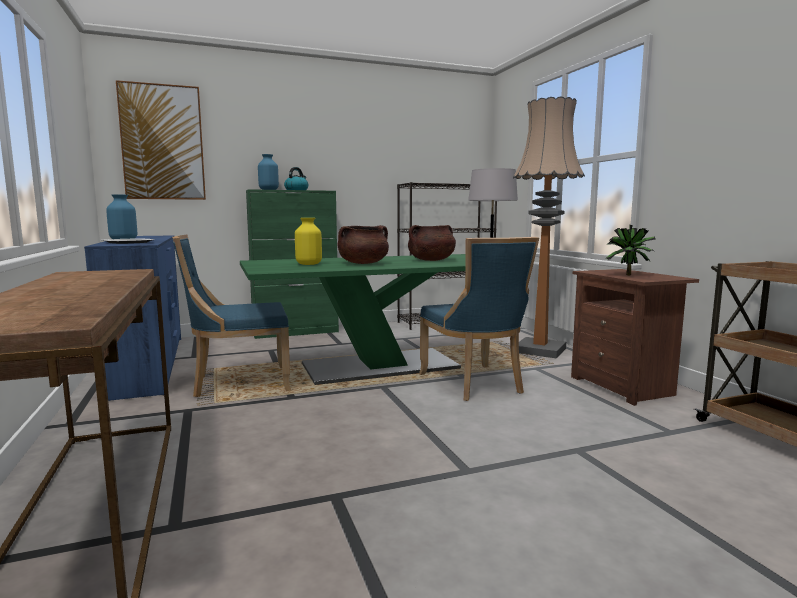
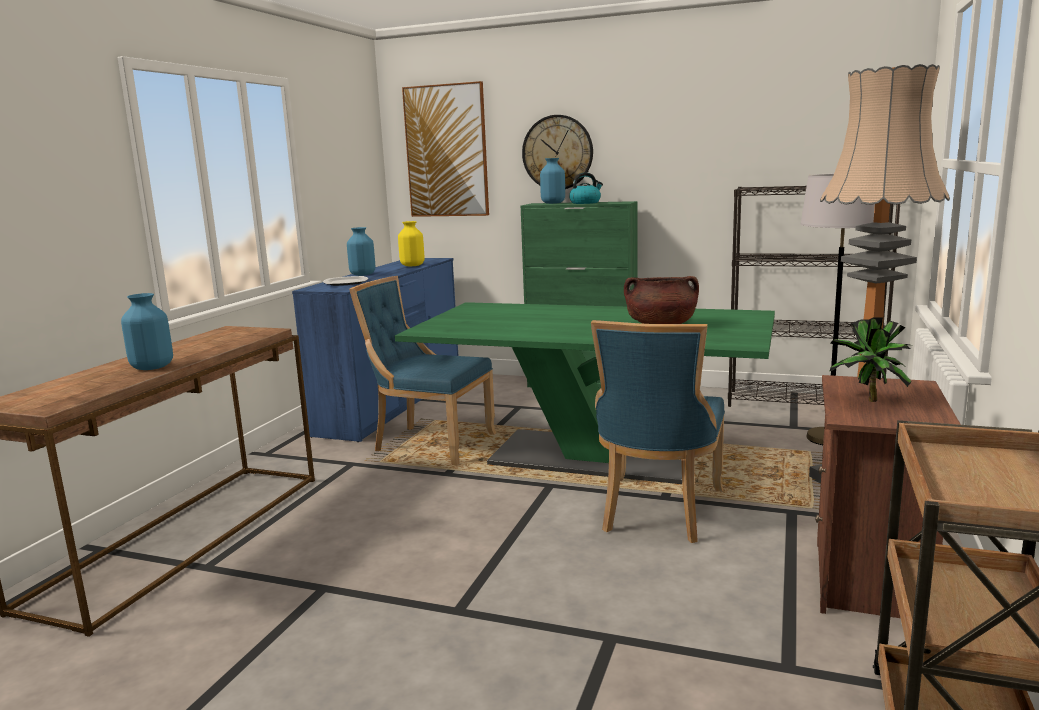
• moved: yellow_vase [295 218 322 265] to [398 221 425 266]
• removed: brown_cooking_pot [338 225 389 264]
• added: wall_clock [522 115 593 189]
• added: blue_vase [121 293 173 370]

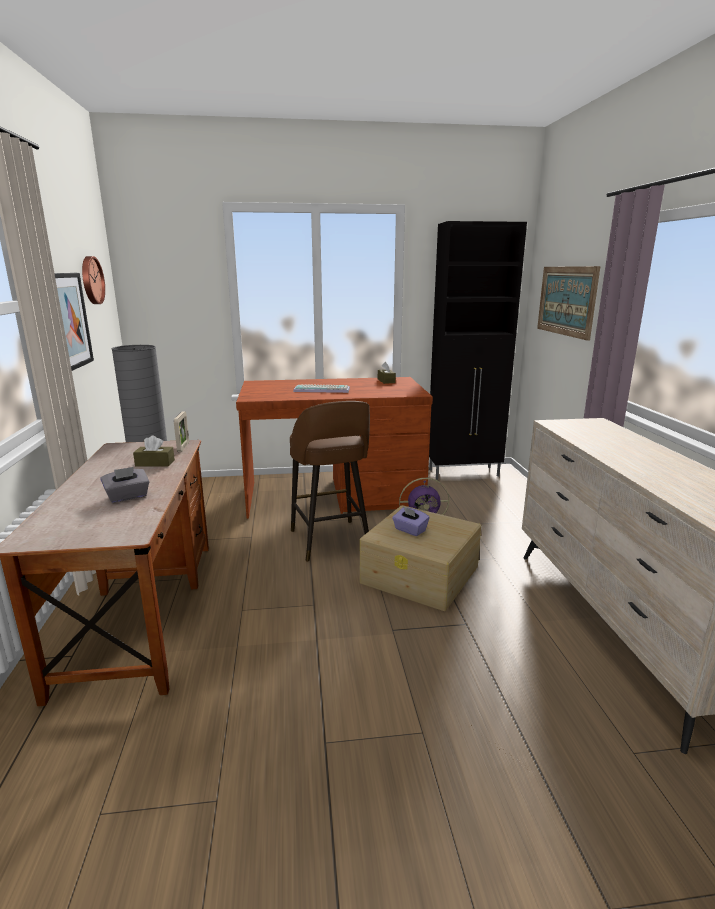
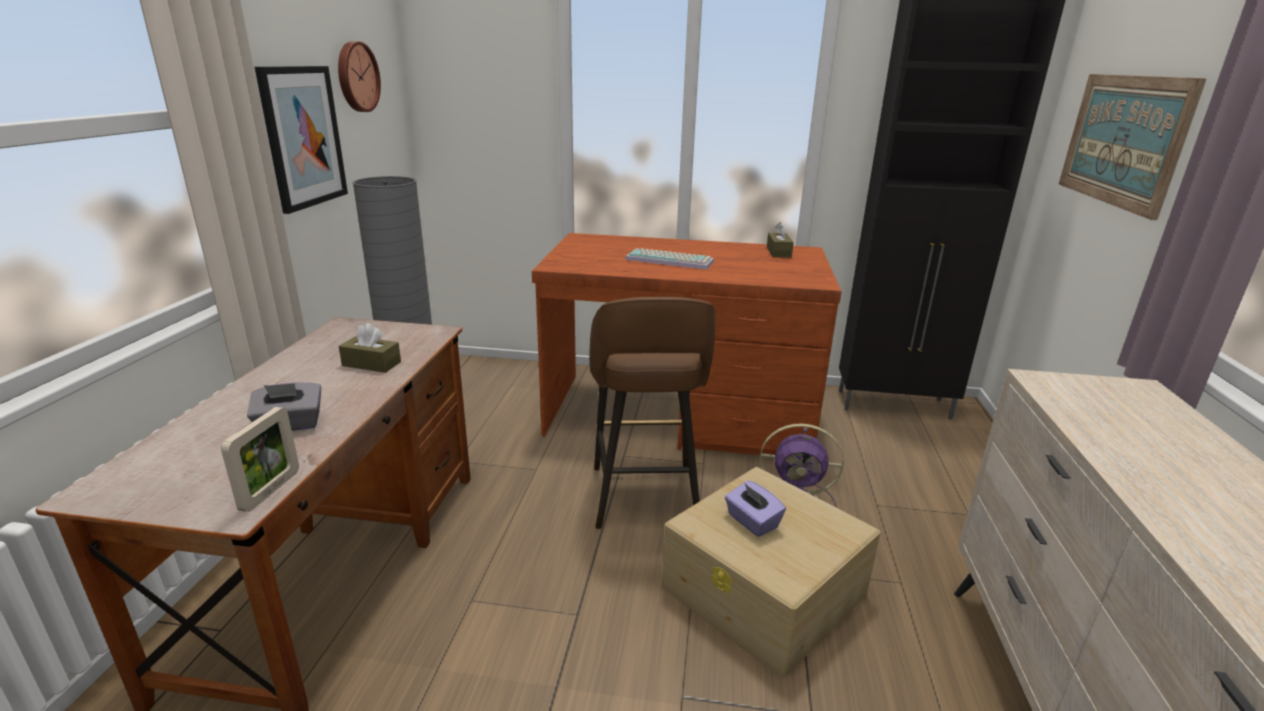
• moved: picture_frame [174 411 189 452] to [221 407 299 512]

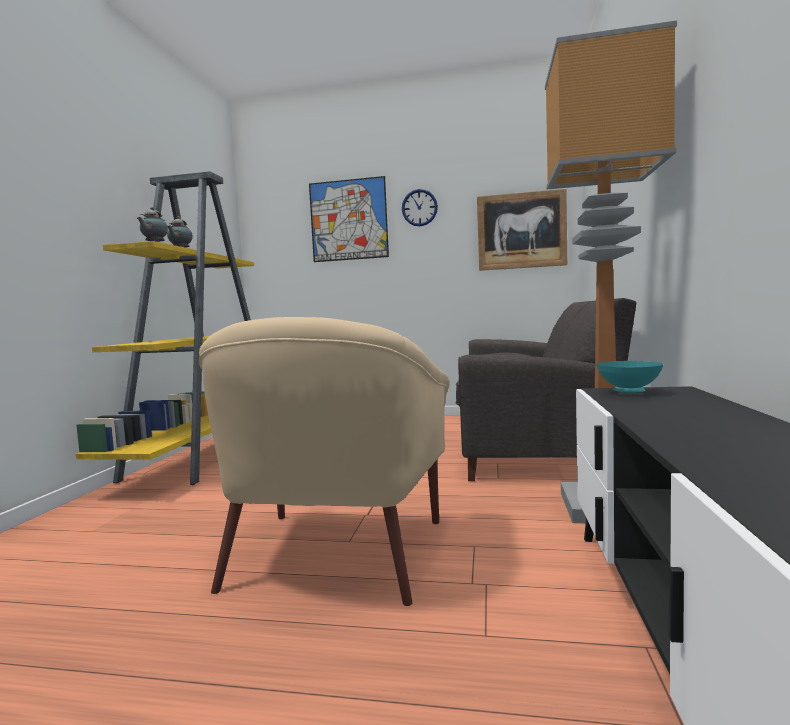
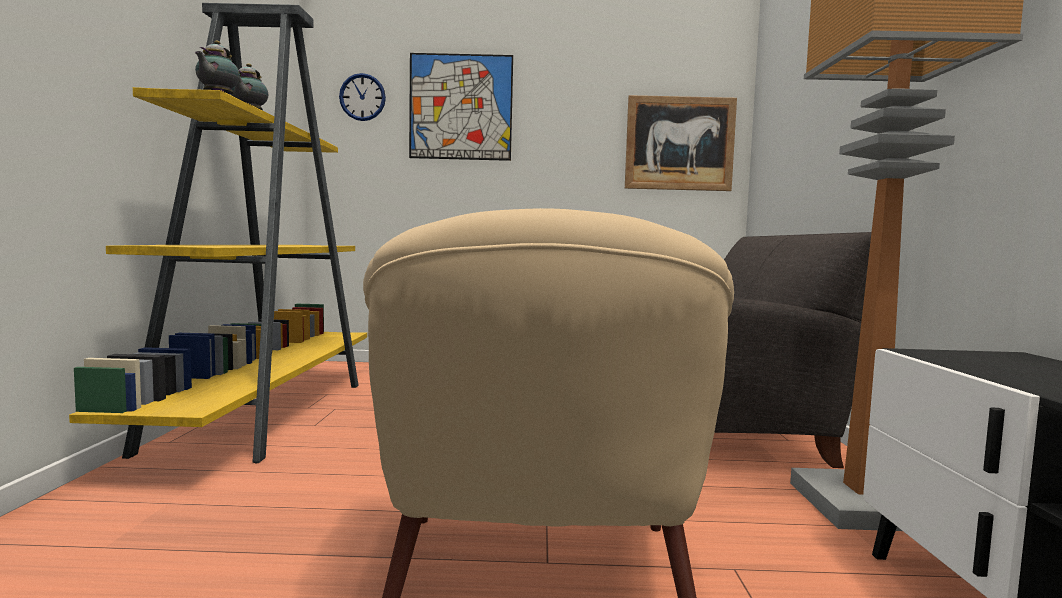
• moved: wall_clock [402 189 438 226] to [339 73 386 121]
• removed: turquoise_bowl [597 361 664 393]

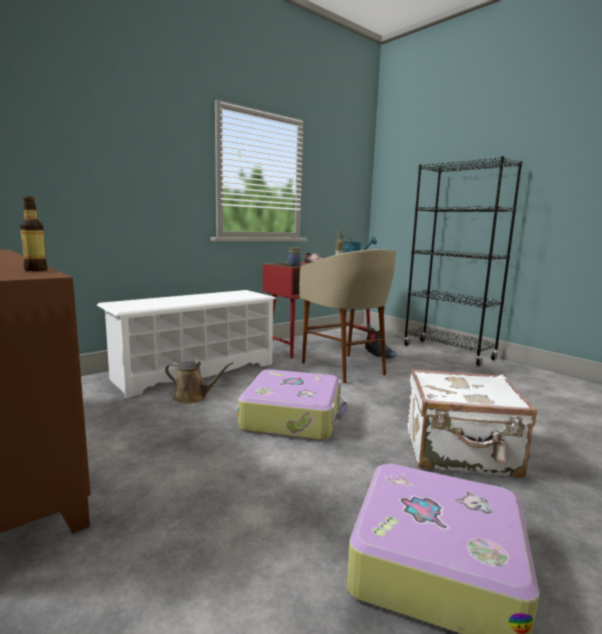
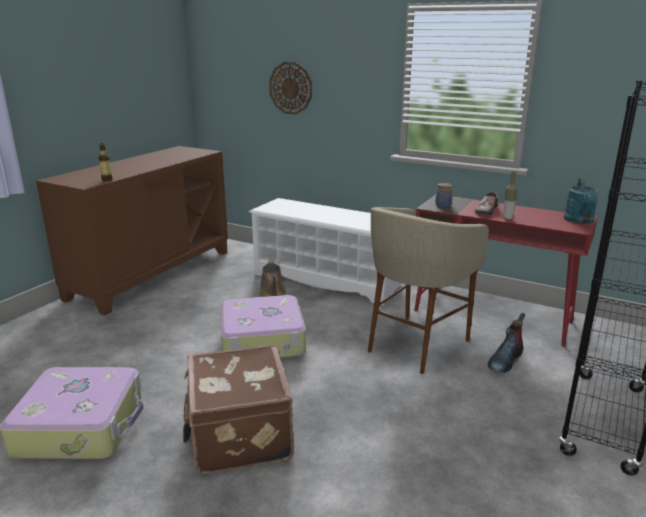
• recoloured: white_suitcase [407 369 537 478] to brown_suitcase [183 345 294 474]
• added: wall_clock [269 62 312 114]

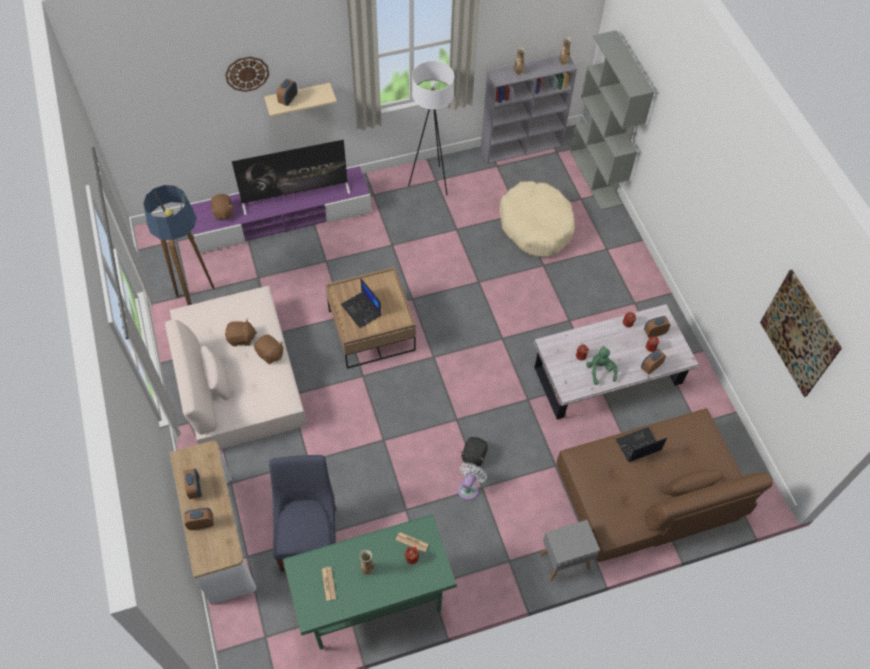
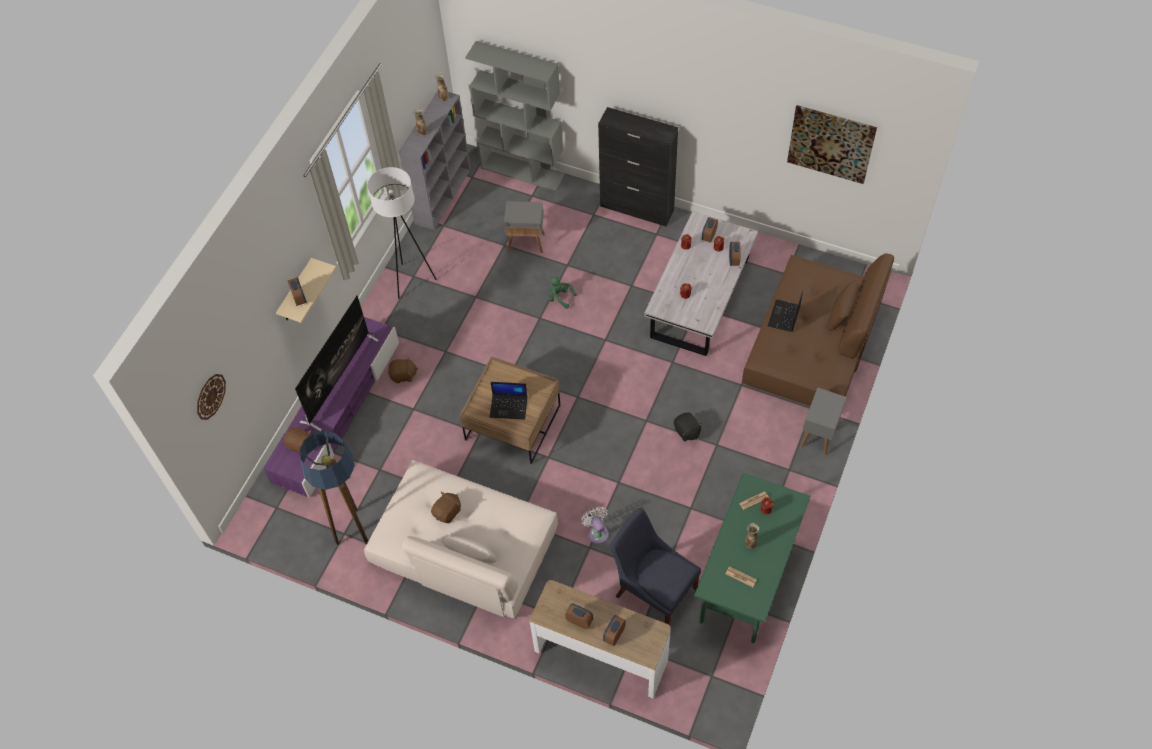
• moved: wall_clock [225 57 269 92] to [197 374 226 420]
• replaced: beige_dog_bed [499 181 575 257] to grey_side_table [504 201 545 253]
• moved: brown_plush_toy [254 334 283 365] to [388 356 418 383]
• moved: green_plush_toy [586 346 618 385] to [548 276 577 309]
• moved: white_fan [458 463 487 500] to [581 507 609 544]
• added: black_cabinet [598 107 678 226]

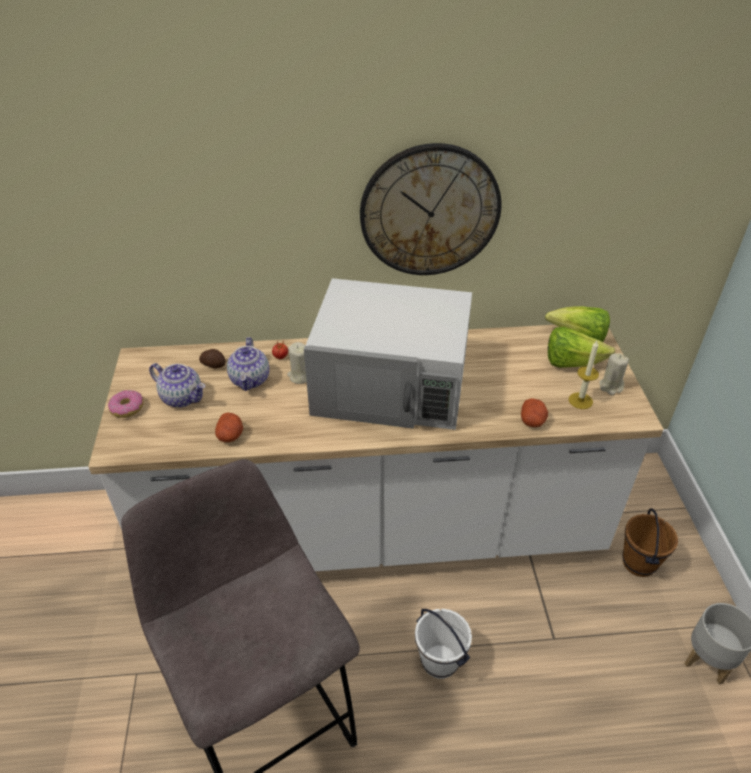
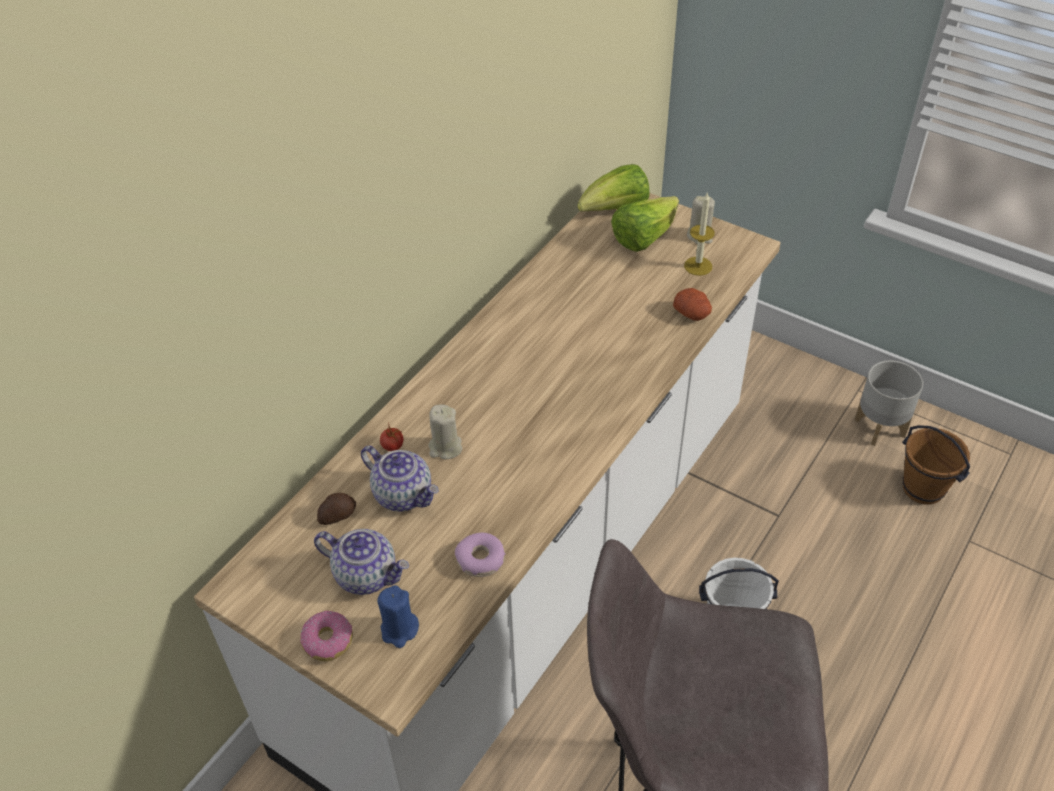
• removed: wall_clock [360 143 501 275]
• removed: white_microwave [304 278 472 430]
• turned: teapot [149 363 206 408] = [314 529 409 595] 45 degrees clockwise
• replaced: potato [215 412 243 442] to donut [455 533 505 577]
• moved: brown_bucket [622 508 678 577] to [902 425 970 505]
• added: blue_candle [377 585 419 648]

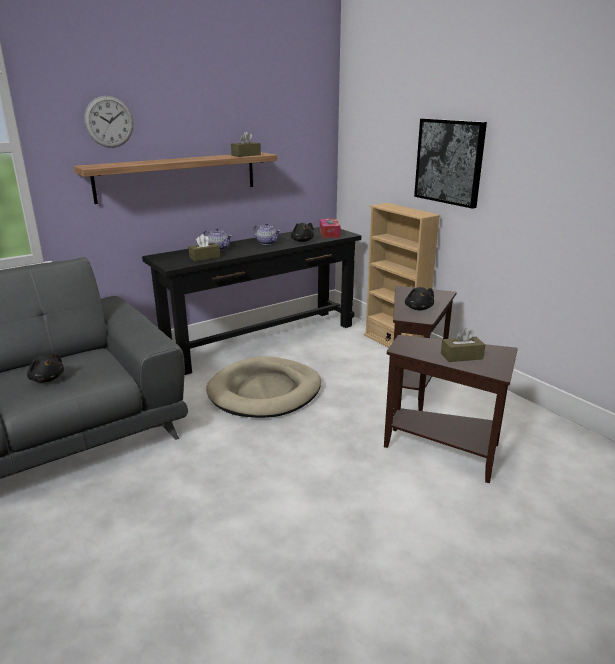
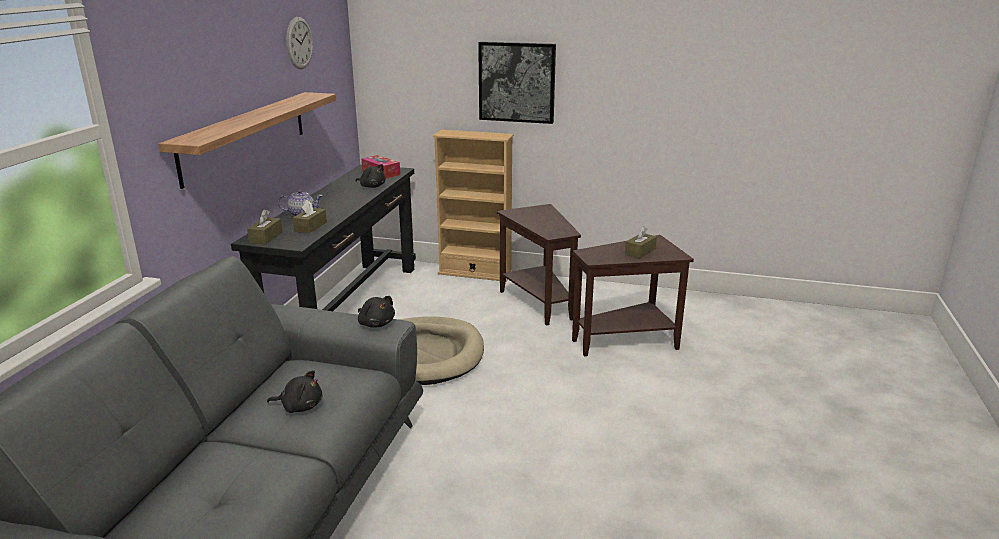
• moved: wall_clock [84 96 134 148] to [286 17 313 69]
• moved: brown_tissue_box [231 131 261 157] to [247 210 282 244]
• removed: teapot [253 223 280 245]
• moved: black_plush_toy [405 287 434 311] to [358 296 395 328]

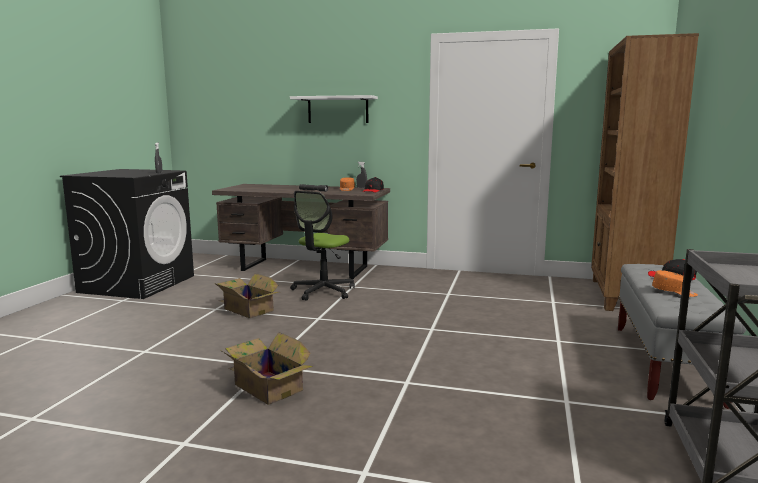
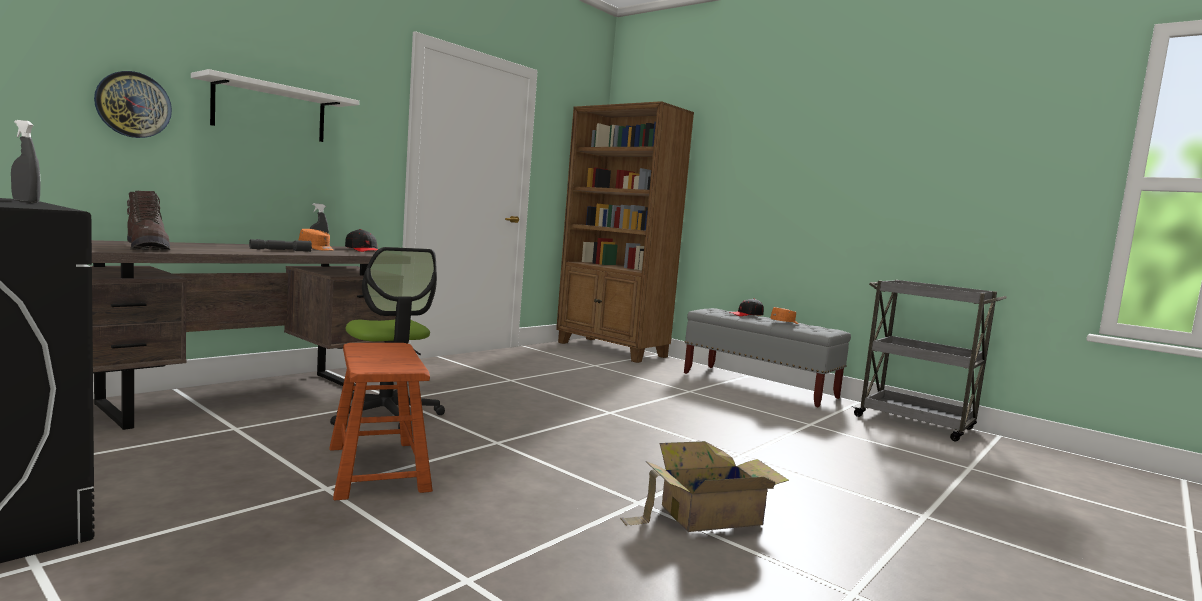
• replaced: cardboard_box [214 273 279 318] to brown_stool [329 343 433 500]
• added: wall_clock [94 71 172 138]
• added: brown_boot [127 191 170 250]

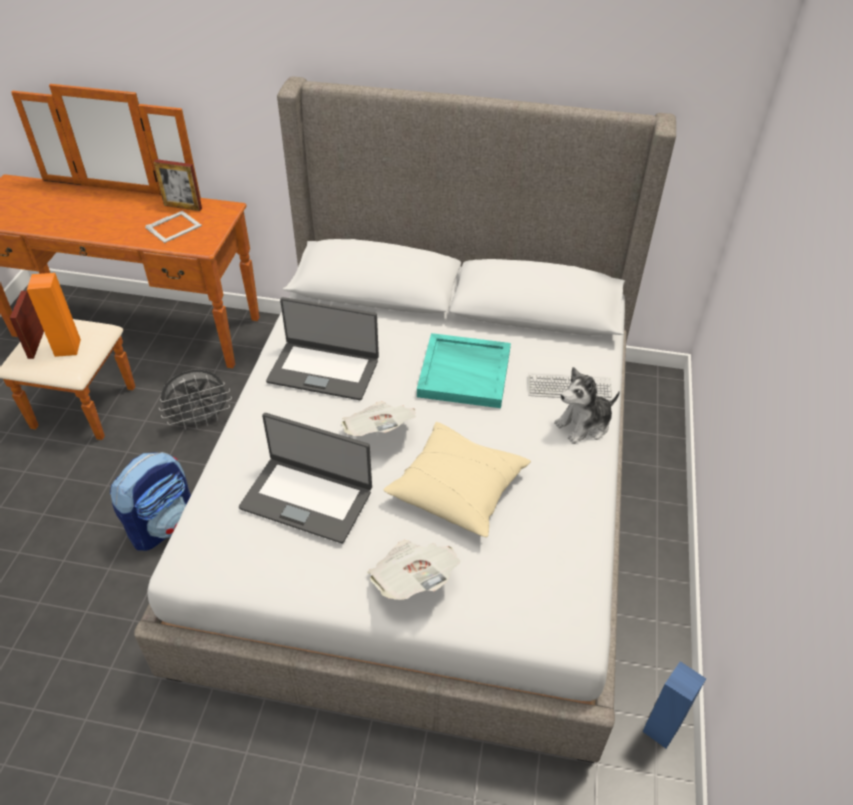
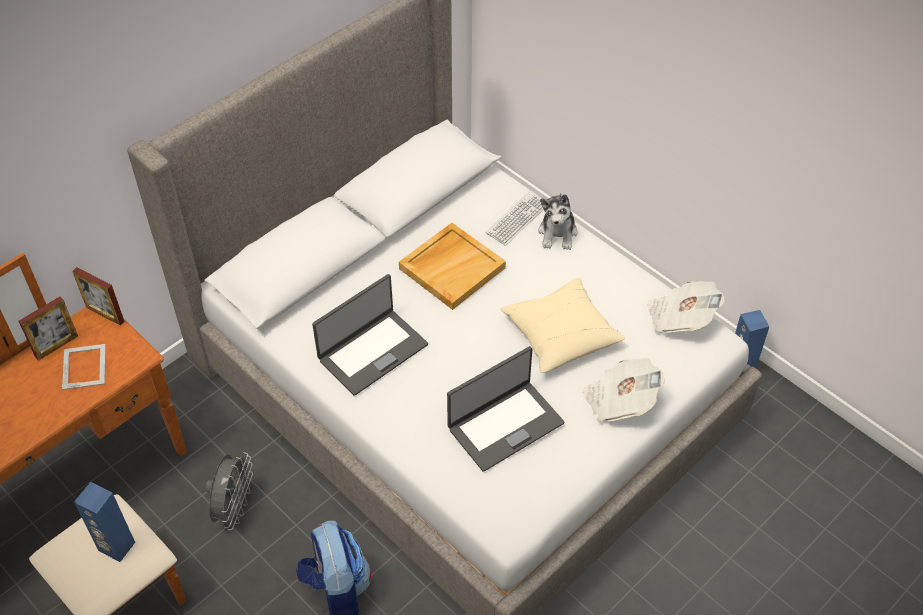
• recoloured: orange_speaker [27 273 81 357] to blue_speaker [74 482 135 562]
• moved: picture_frame [10 291 44 359] to [72 267 125 326]
• recoloured: turquoise_tray [417 333 511 408] to beige_tray [399 223 506 310]
• moved: newspaper [341 401 416 436] to [647 281 724 333]

